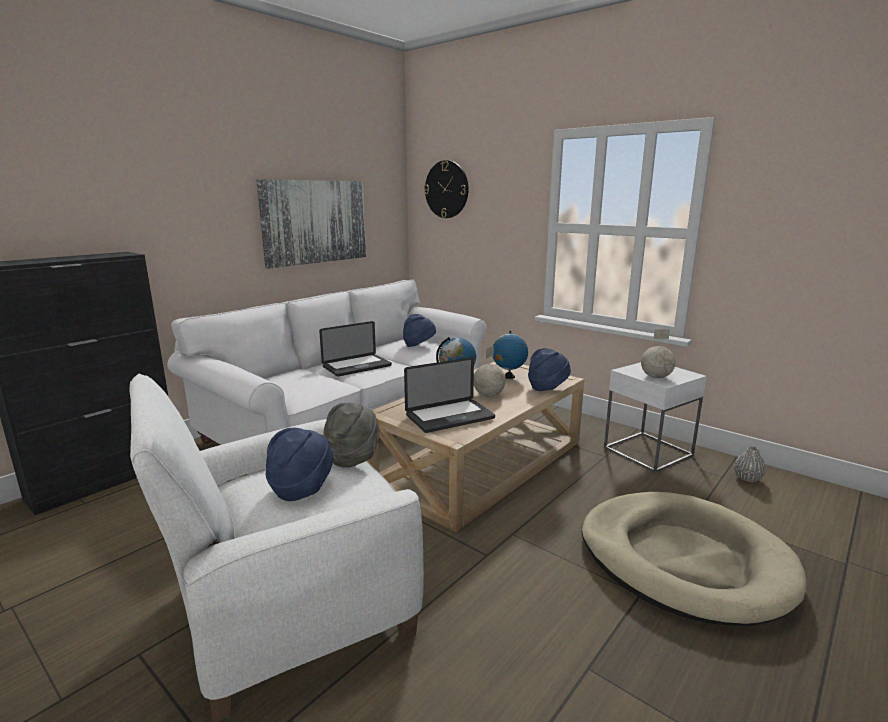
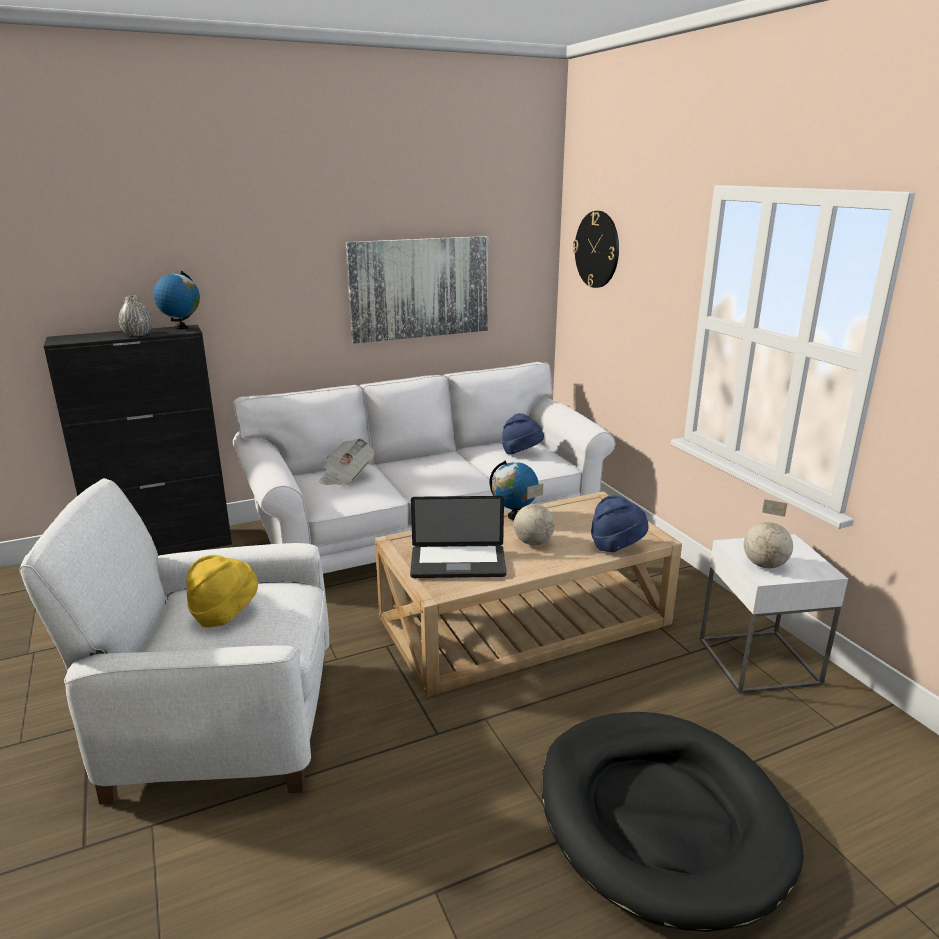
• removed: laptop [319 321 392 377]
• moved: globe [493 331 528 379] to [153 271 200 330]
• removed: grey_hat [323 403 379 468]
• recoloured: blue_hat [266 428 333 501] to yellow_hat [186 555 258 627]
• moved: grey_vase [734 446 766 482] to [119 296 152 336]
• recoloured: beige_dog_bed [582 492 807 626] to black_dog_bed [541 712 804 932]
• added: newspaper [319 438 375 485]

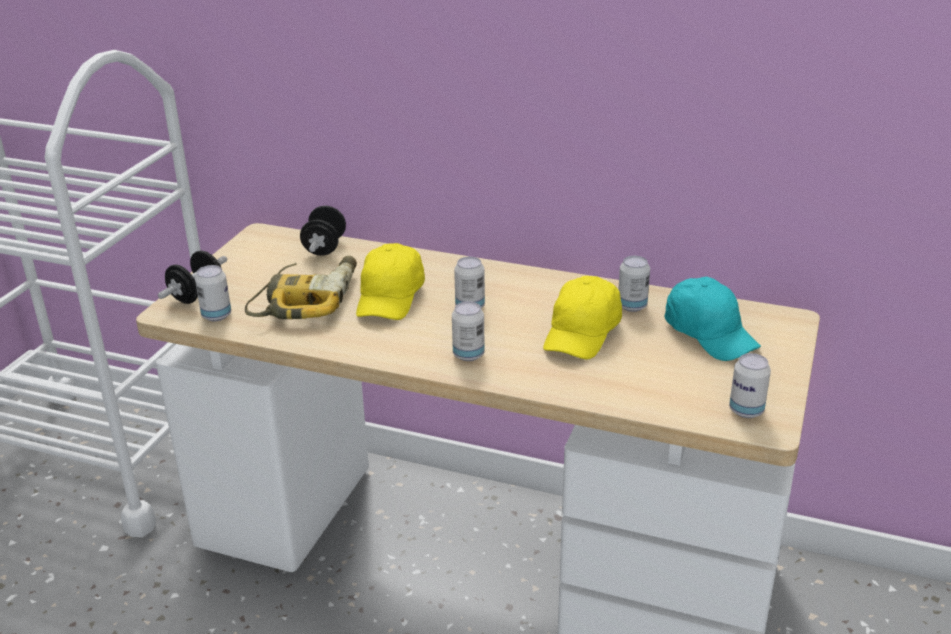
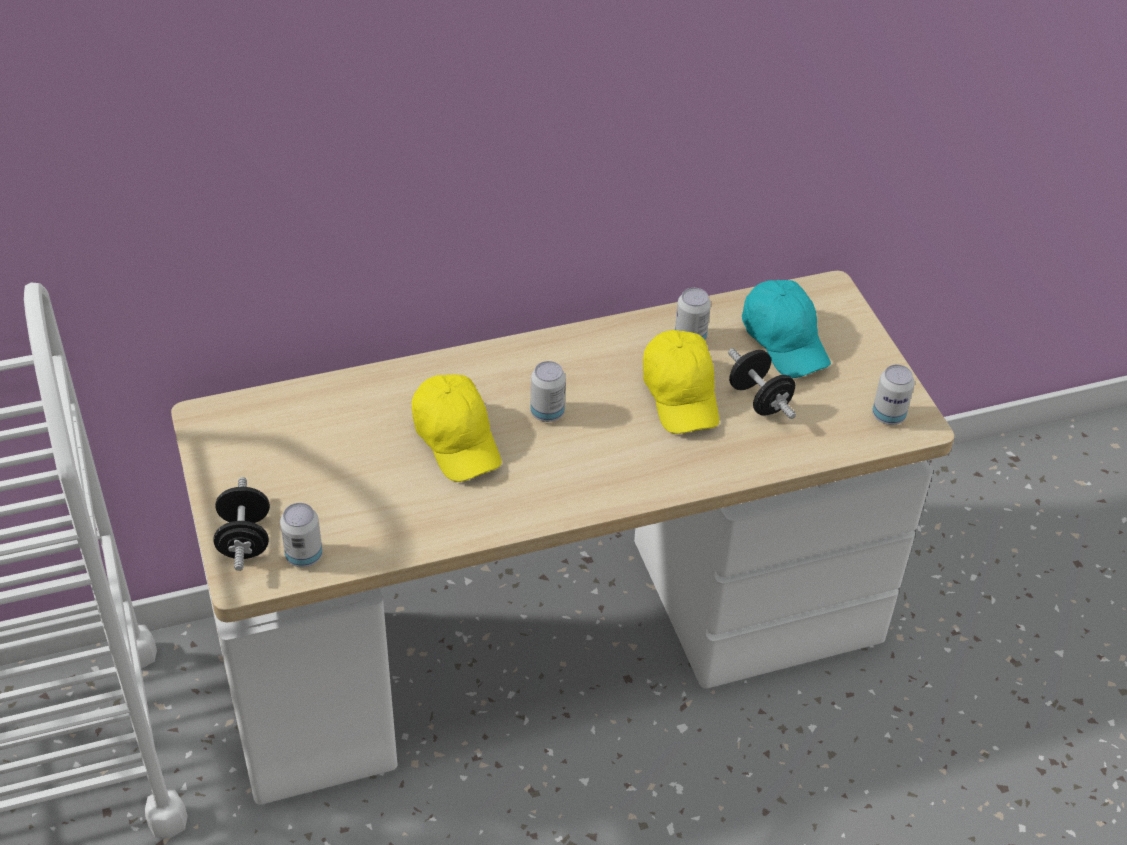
• moved: black_dumbbell [300 206 346 256] to [728 348 796 419]
• removed: power_drill [245 256 357 319]
• turned: turquoise_cap [664 277 761 361] = [742 280 831 378] 45 degrees clockwise
• removed: can [452 301 485 361]

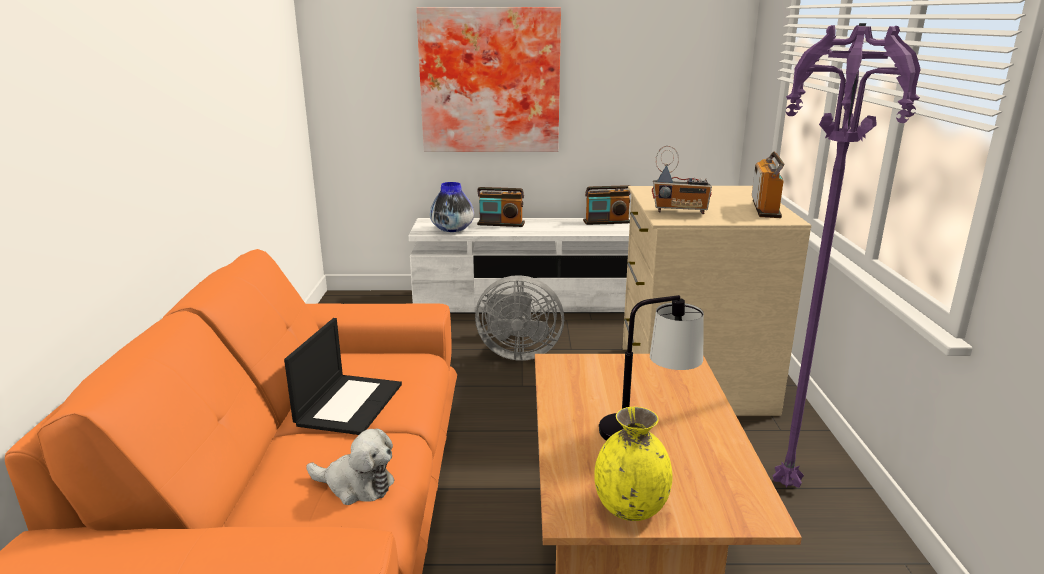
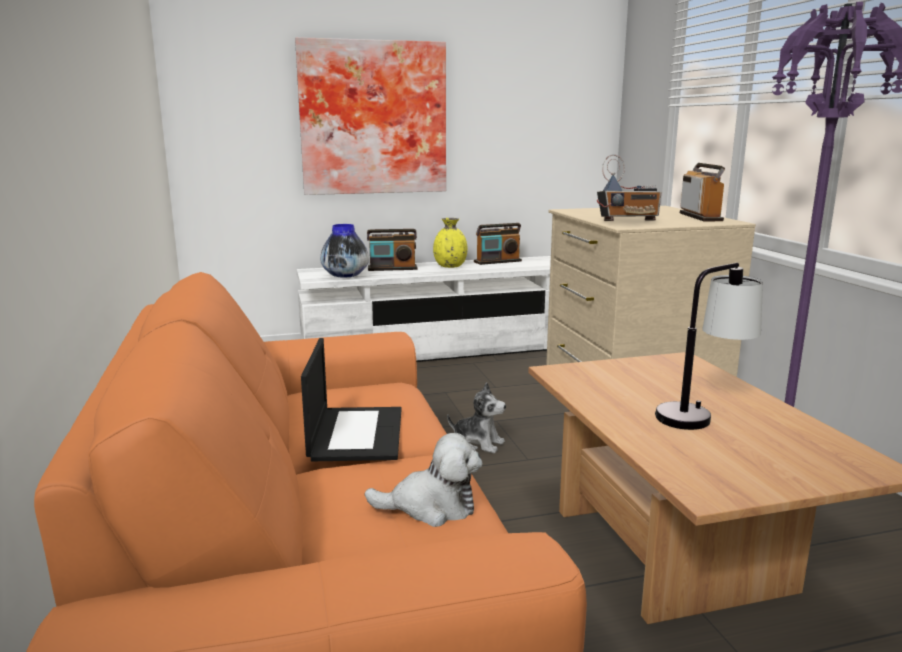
• removed: grey_fan [475 275 564 361]
• moved: yellow_vase [594 407 673 521] to [433 218 468 268]
• added: plush_toy [447 382 506 453]

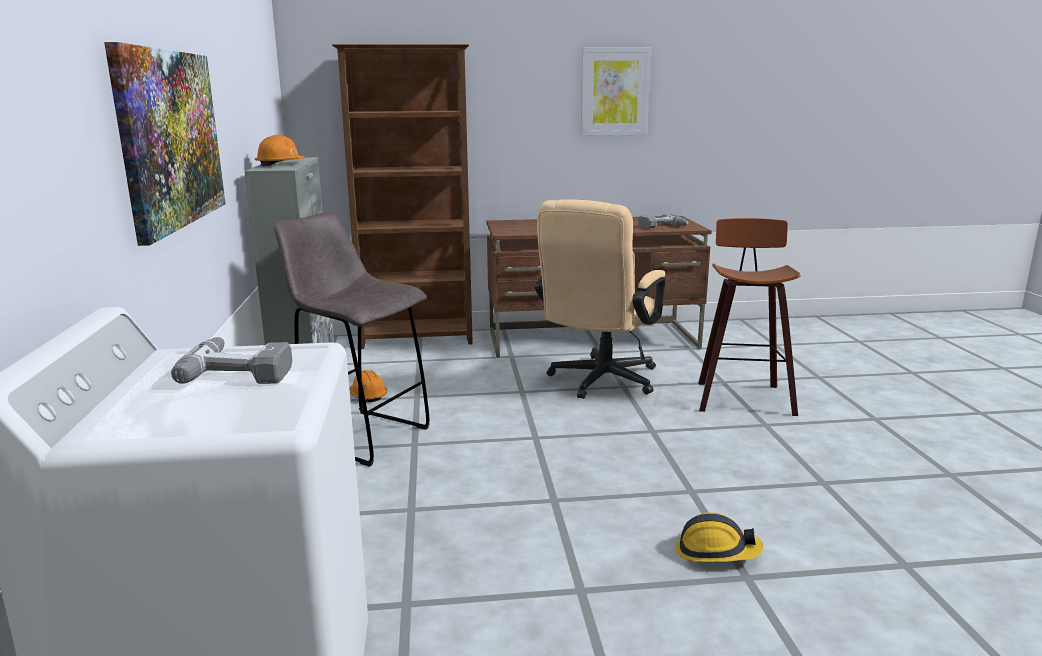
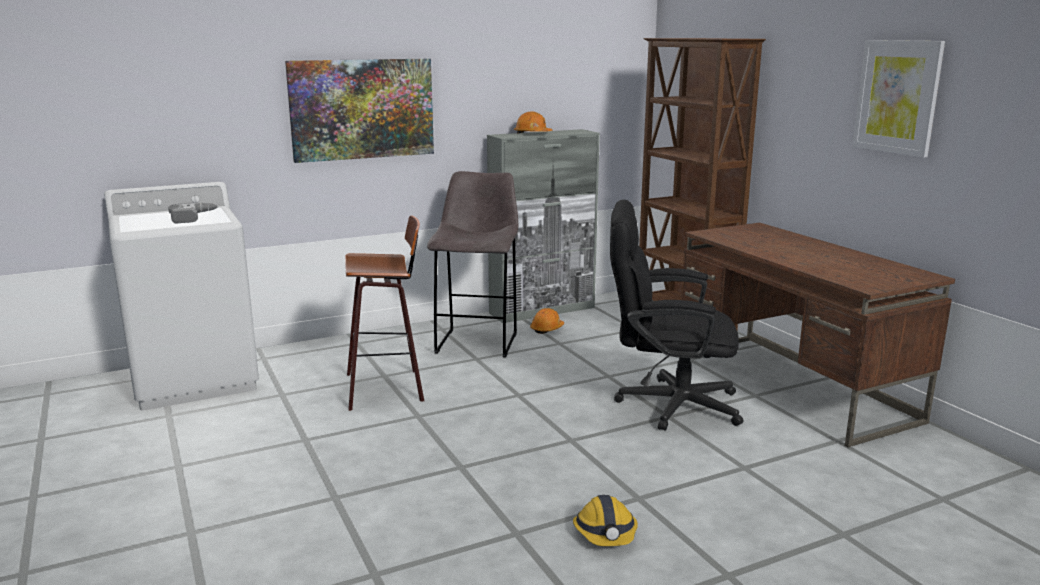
• recoloured: beige_office_chair [535 200 666 399] to black_office_chair [610 199 743 431]
• removed: power_drill [638 214 689 228]
• moved: stool [698 218 801 416] to [345 216 424 411]
• moved: hard_hat [676 512 763 562] to [573 495 638 546]

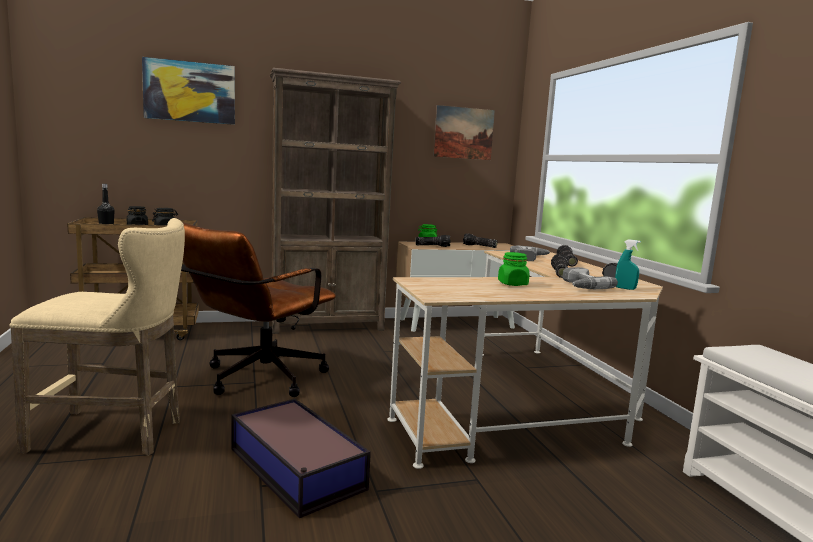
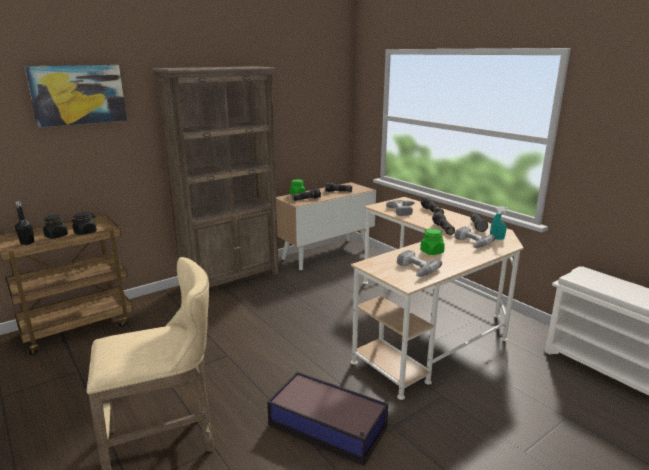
• removed: picture [433 105 495 160]
• removed: brown_office_chair [181 223 336 397]
• added: power_drill [397 250 442 277]

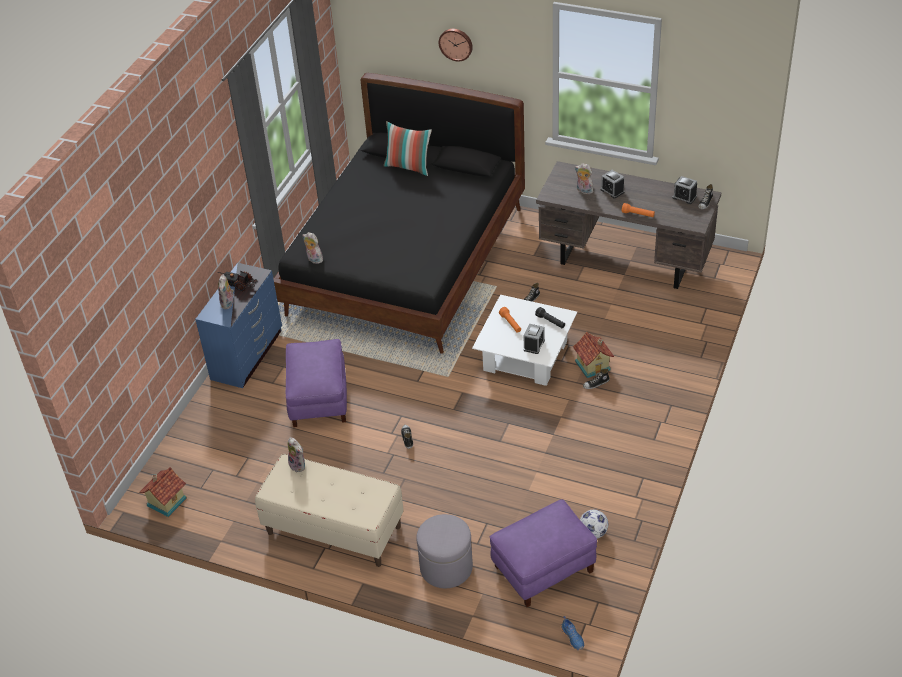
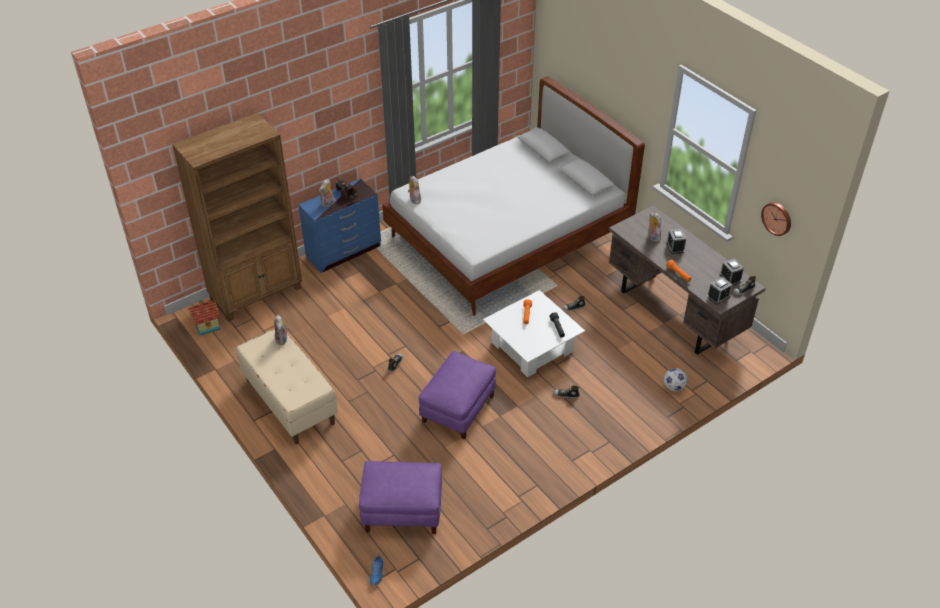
• moved: wall_clock [439 29 473 62] to [761 202 791 236]
• recoloured: black_bed [273 73 525 354] to white_bed [382 77 645 316]
• removed: pillow [384 121 432 176]
• moved: alarm_clock [523 324 545 354] to [707 277 732 305]
• removed: toy_house [573 332 614 378]
• moved: purple_ottoman [286 339 347 427] to [419 351 496 439]
• moved: football [580 510 608 538] to [664 368 688 391]
• removed: grey_ottoman [416 514 473 588]
• added: brown_bookcase [172 113 302 322]

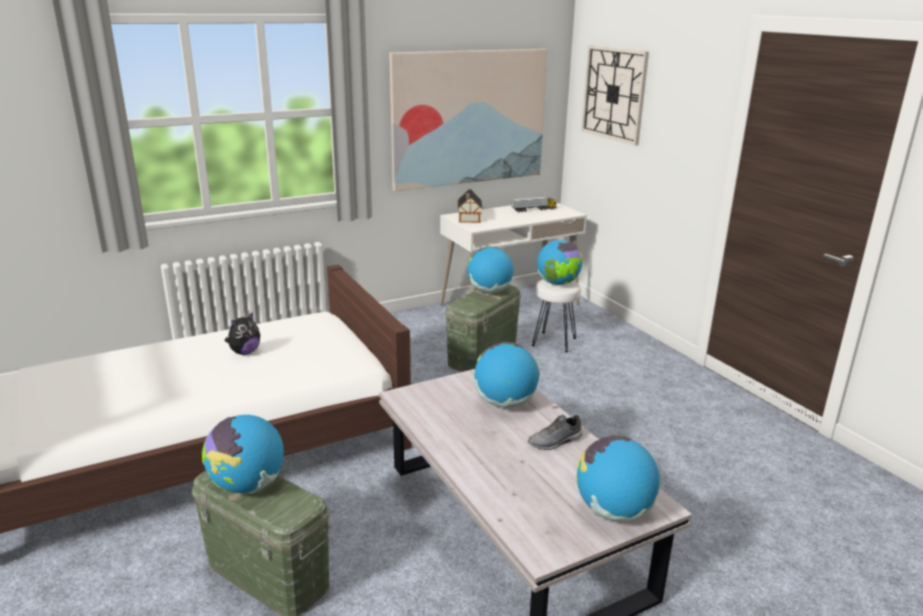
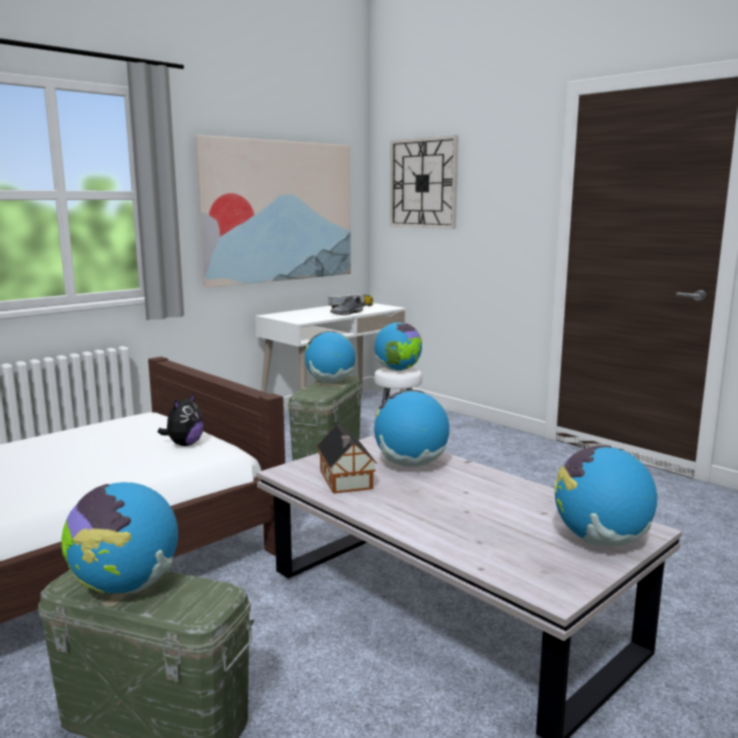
• moved: toy_house [458 189 483 223] to [317 424 377 494]
• moved: plush_toy [225 312 260 355] to [158 393 204 446]
• moved: grey_shoe [528 415 583 450] to [330 296 363 315]

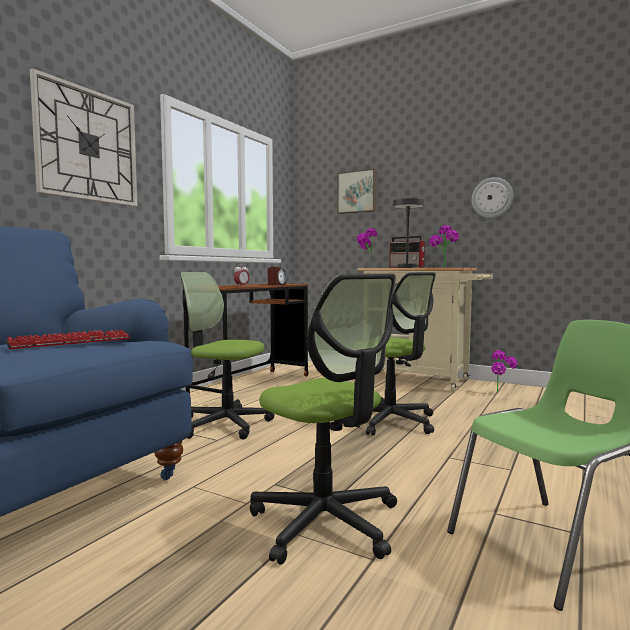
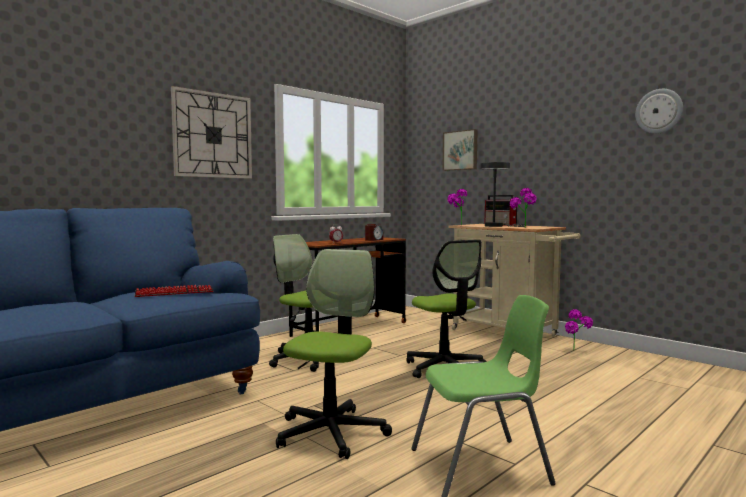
• moved: wall_clock [471 177 514 218] to [635 89 683 134]
• turned: office_chair [250 274 397 565] = [276 249 392 459] 135 degrees counterclockwise

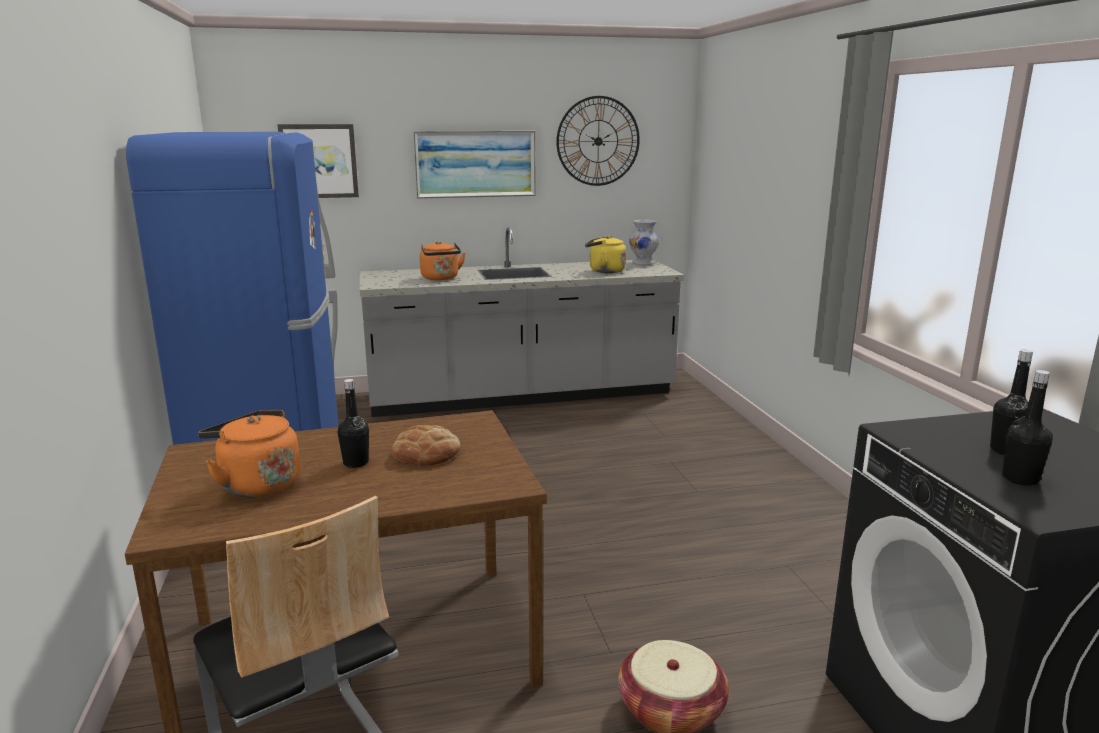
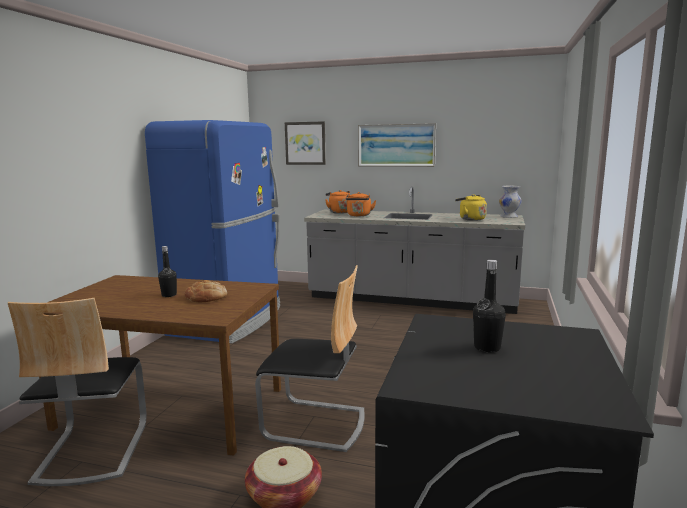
• removed: wall_clock [556 96 640 186]
• removed: black_bottle [1002 370 1053 486]
• moved: orange_kettle [198 410 300 498] to [325 190 350 214]
• added: chair [255 265 365 452]

